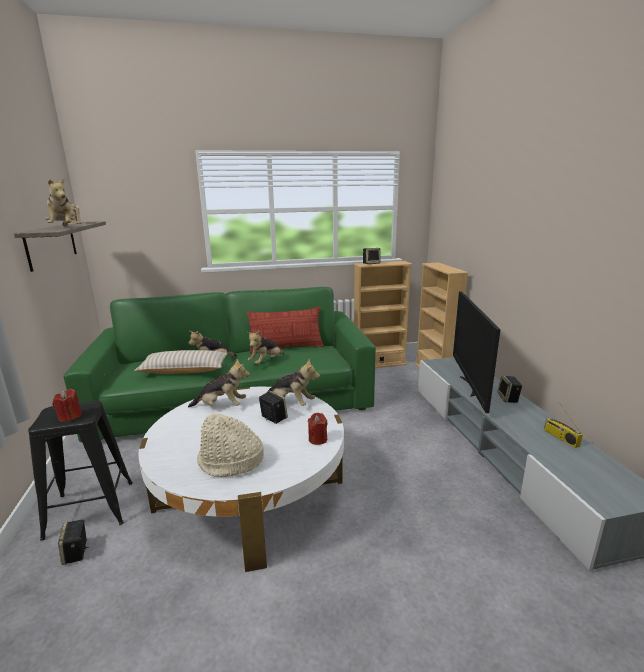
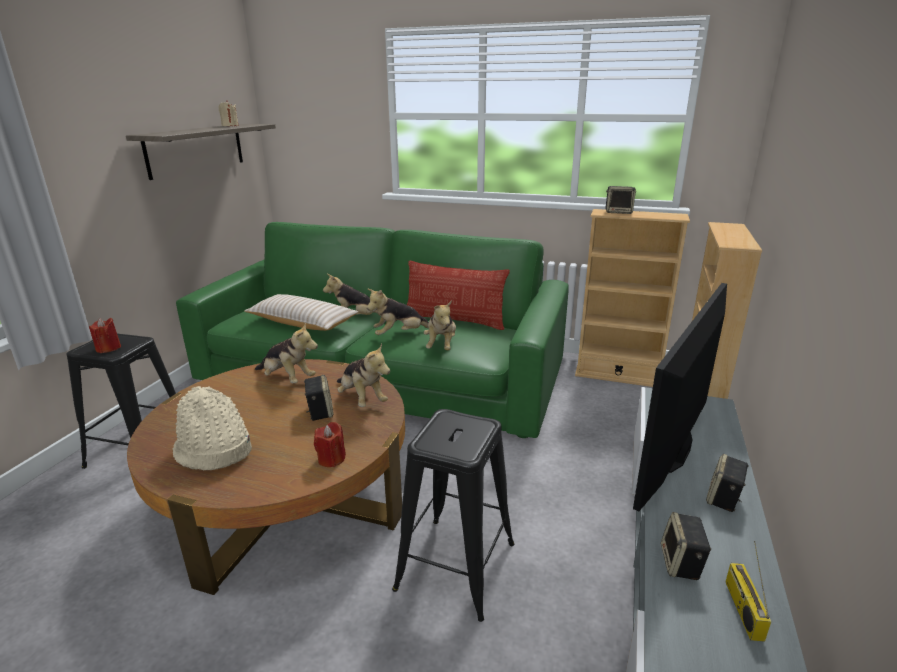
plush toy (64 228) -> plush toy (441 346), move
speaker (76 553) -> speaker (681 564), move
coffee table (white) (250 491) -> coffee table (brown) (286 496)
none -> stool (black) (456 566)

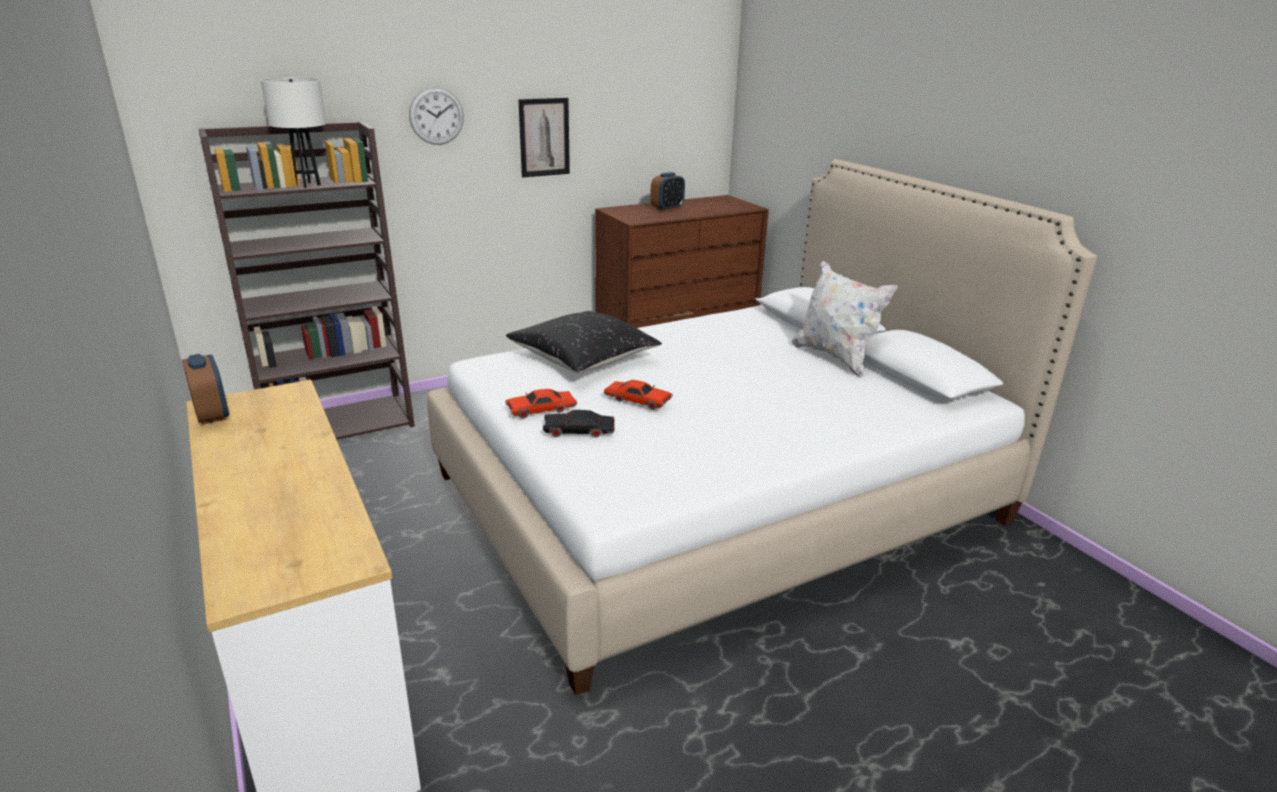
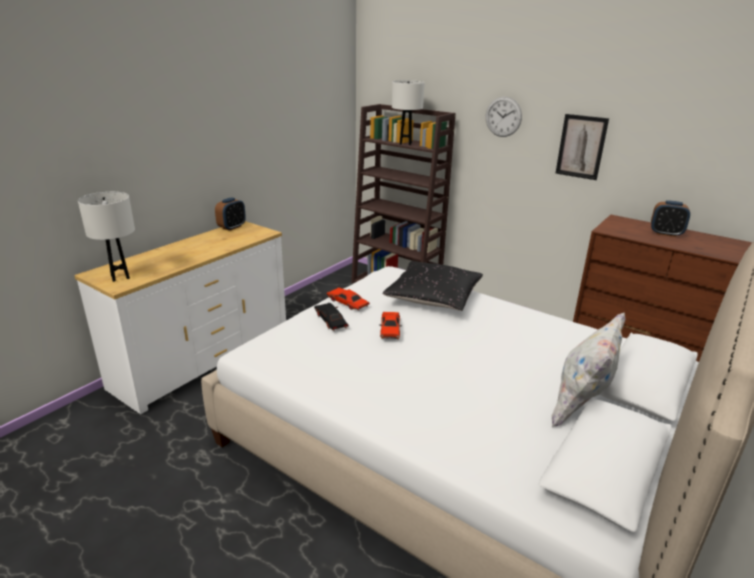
none -> table lamp (white) (120 277)

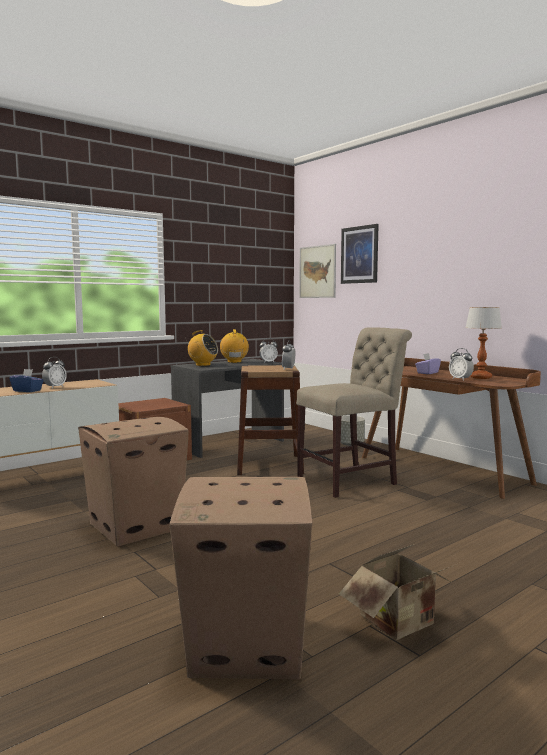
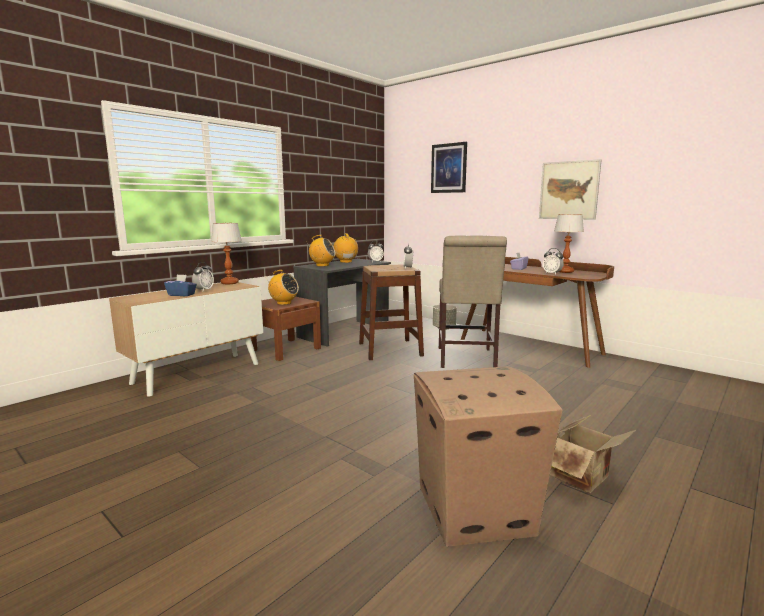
cardboard box (137 526) -> none
chair (beige) (351 480) -> chair (beige) (465 359), 135 degrees clockwise
picture (317 272) -> picture (568 190), move
none -> table lamp (229 283)
none -> radio (283 303)

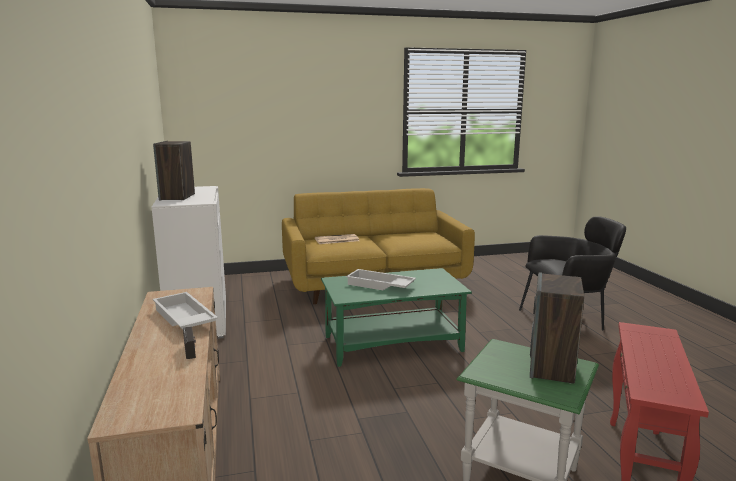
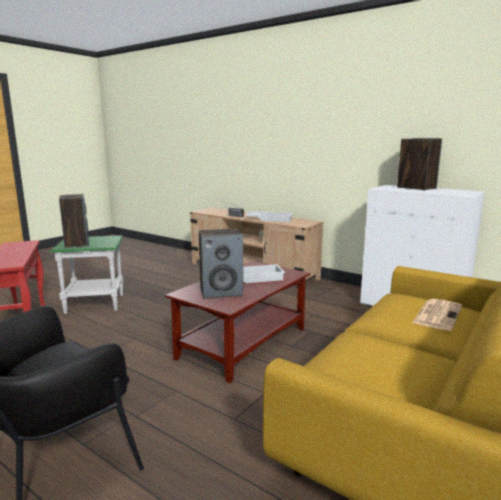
coffee table (green) (393 343) -> coffee table (brown) (243 344)
none -> speaker (221 292)

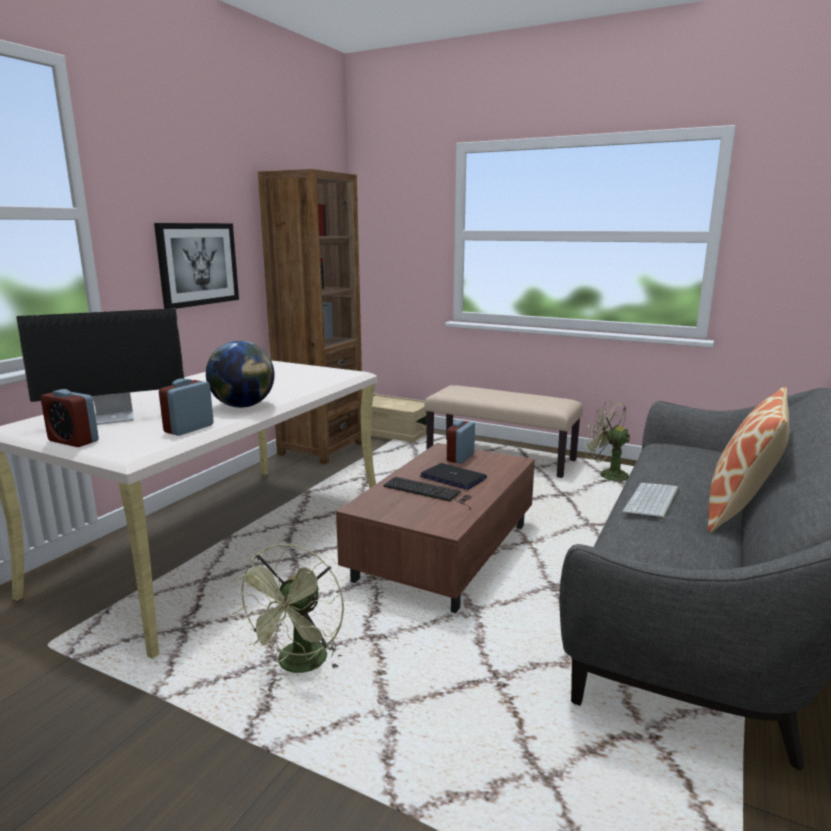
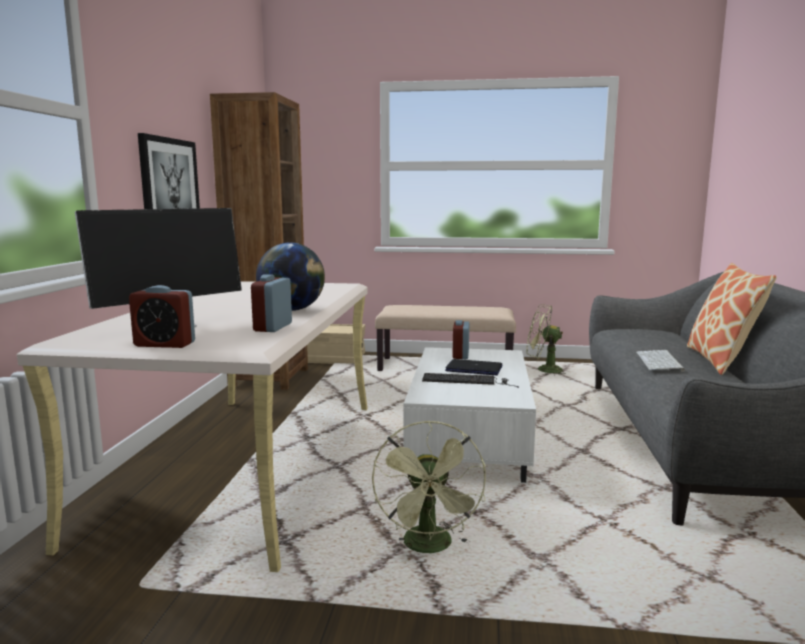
coffee table (brown) (443 553) -> coffee table (white) (469 442)

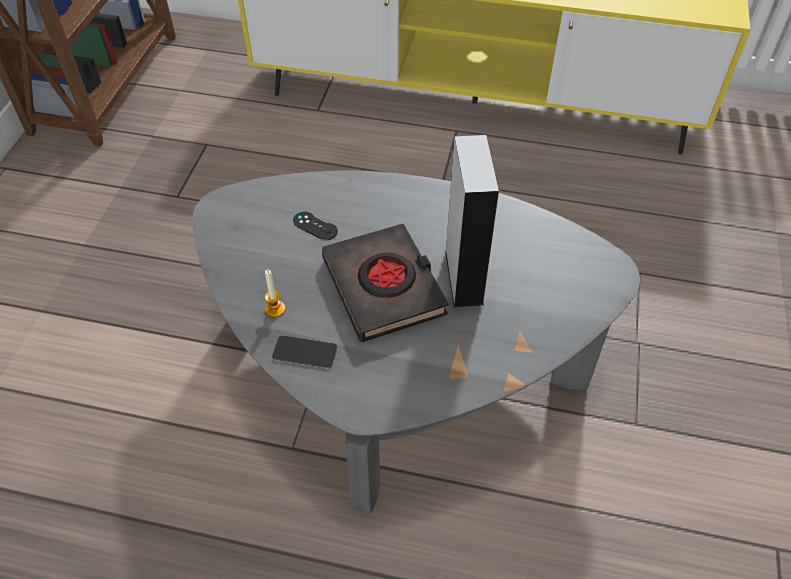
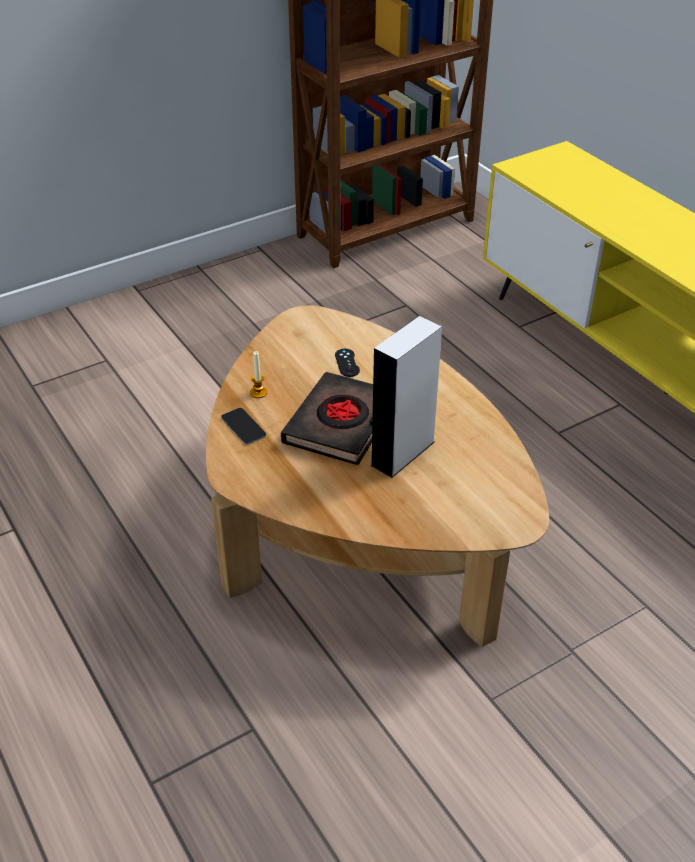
coffee table (grey) (398 366) -> coffee table (brown) (360 529)

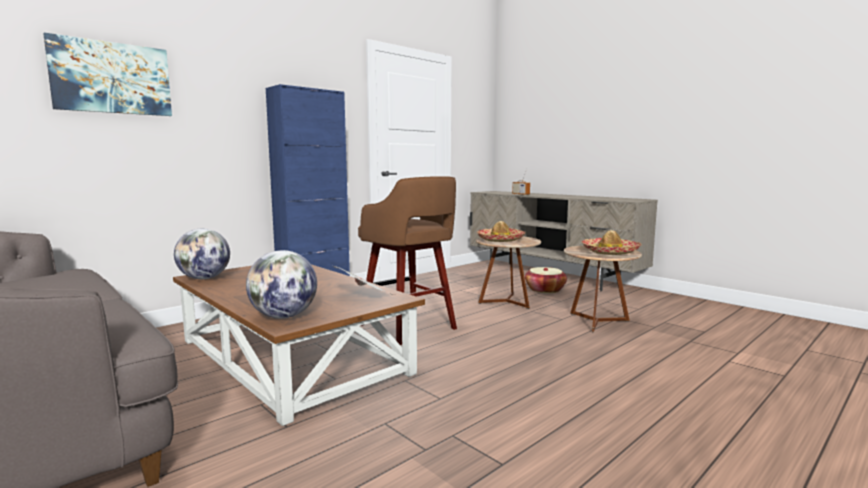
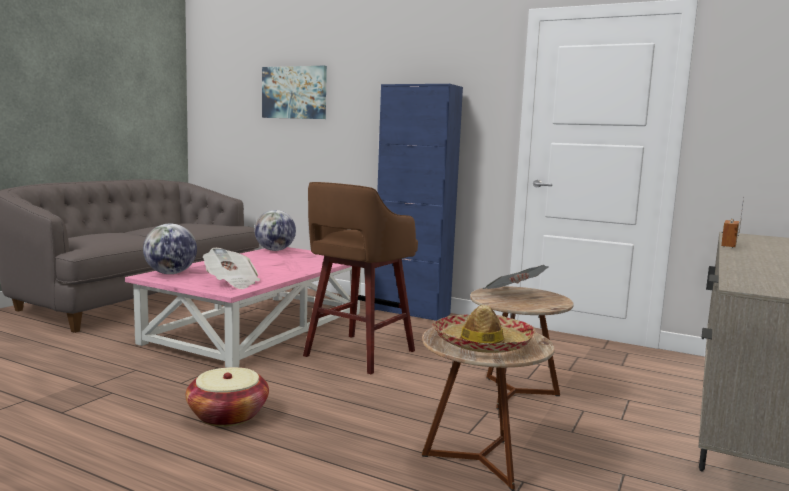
coffee table (brown) (289 356) -> coffee table (pink) (258 327)
hat (500 240) -> newspaper (513 294)
basket (545 290) -> basket (228 415), move

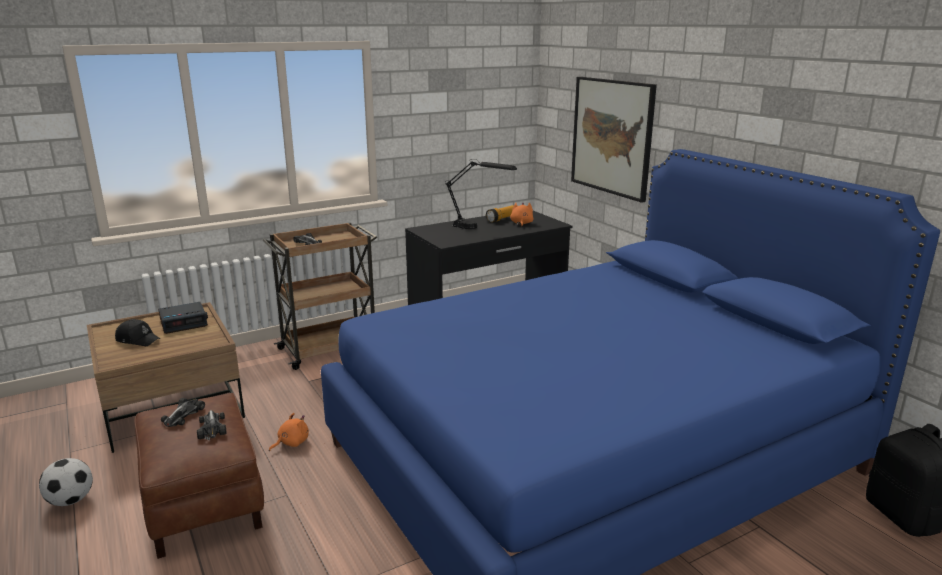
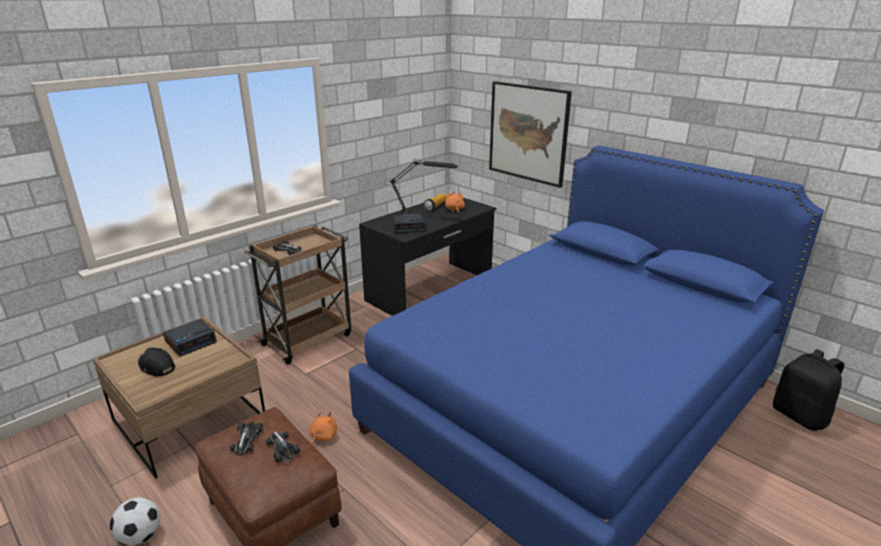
cap (black) (138 339) -> cap (black) (156 367), 150 degrees counterclockwise
none -> alarm clock (409 227)

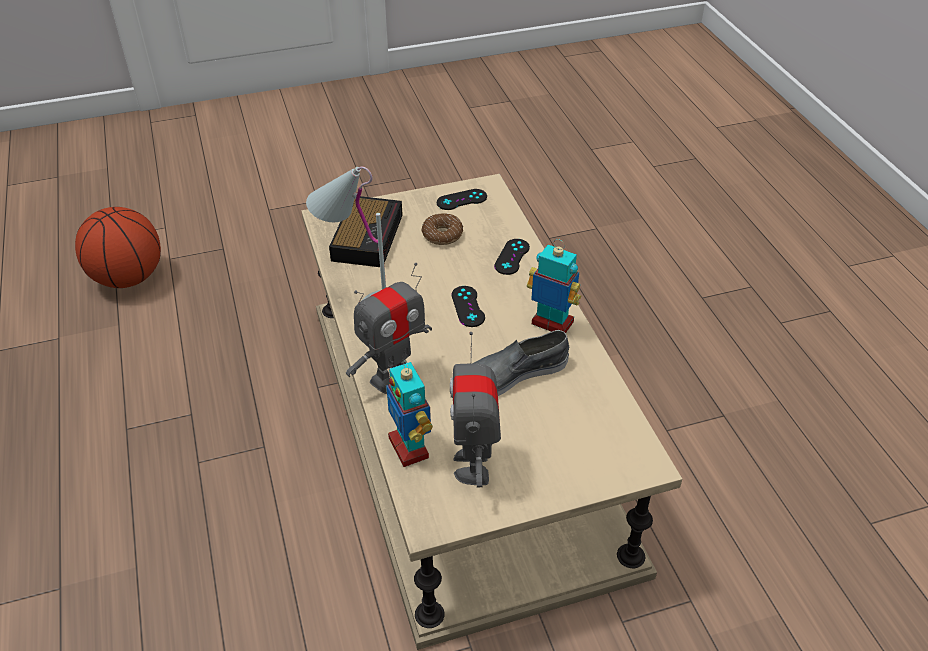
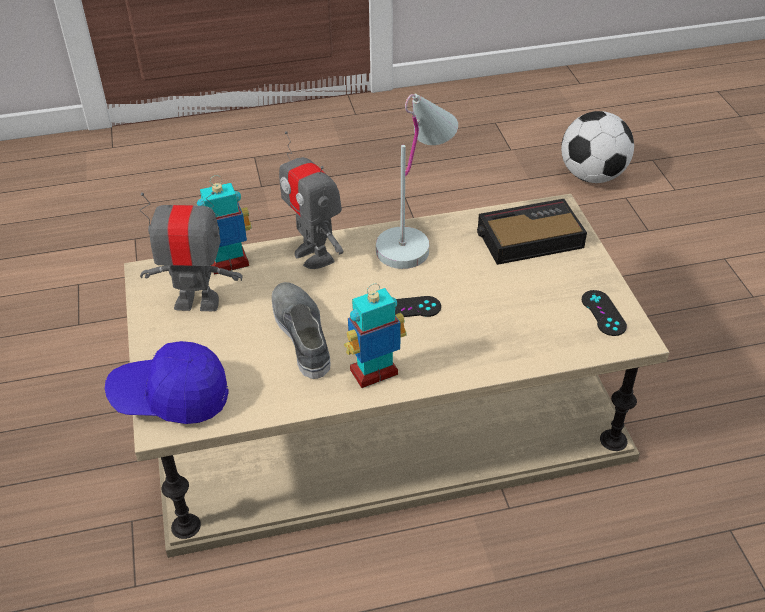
basketball (128 278) -> football (592 176)
alarm clock (368 236) -> alarm clock (528 239), 150 degrees clockwise
donut (442 234) -> none
game controller (black) (512 257) -> none
toy robot (552 324) -> toy robot (374 373), 150 degrees counterclockwise
none -> cap (blue) (171 397)

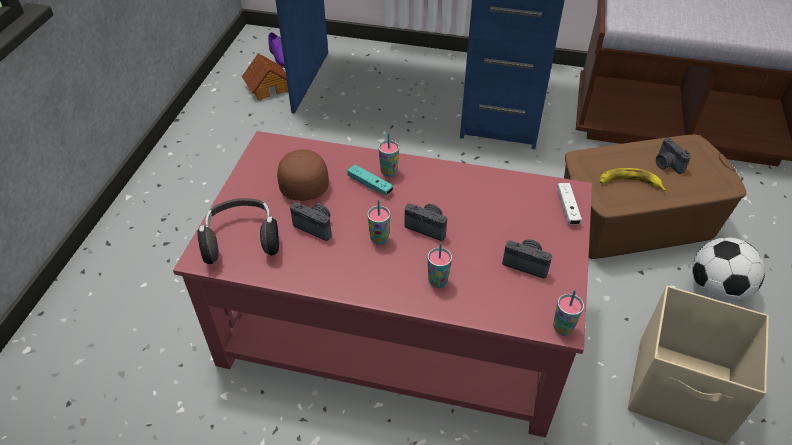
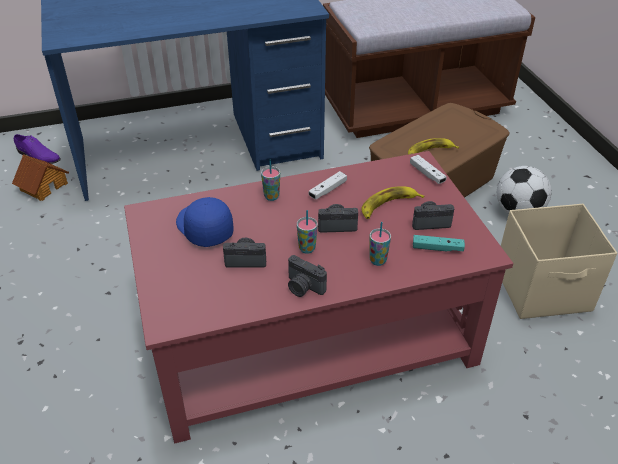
headphones (242 240) -> none
cap (brown) (303 180) -> cap (blue) (203 229)
game controller (turquoise) (370 185) -> game controller (turquoise) (437 248), move
cup (563 328) -> none
photo camera (667 164) -> photo camera (303 287), move
none -> game controller (white) (327 190)
none -> banana (388 206)

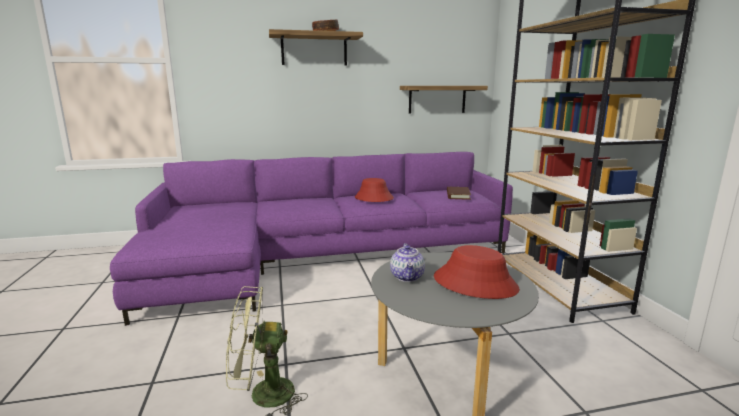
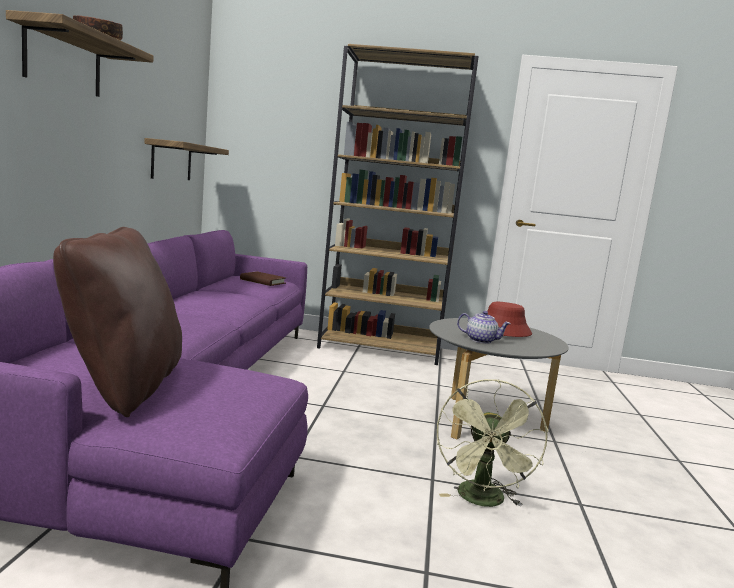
hat (red) (373 198) -> none
none -> pillow (brown) (125 387)

